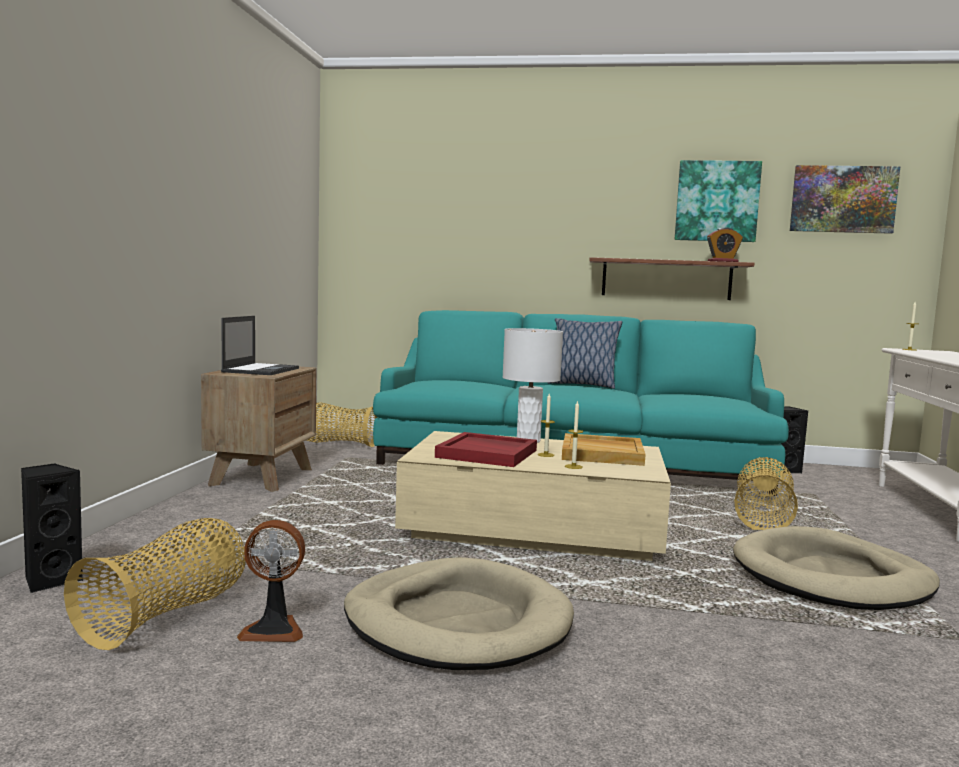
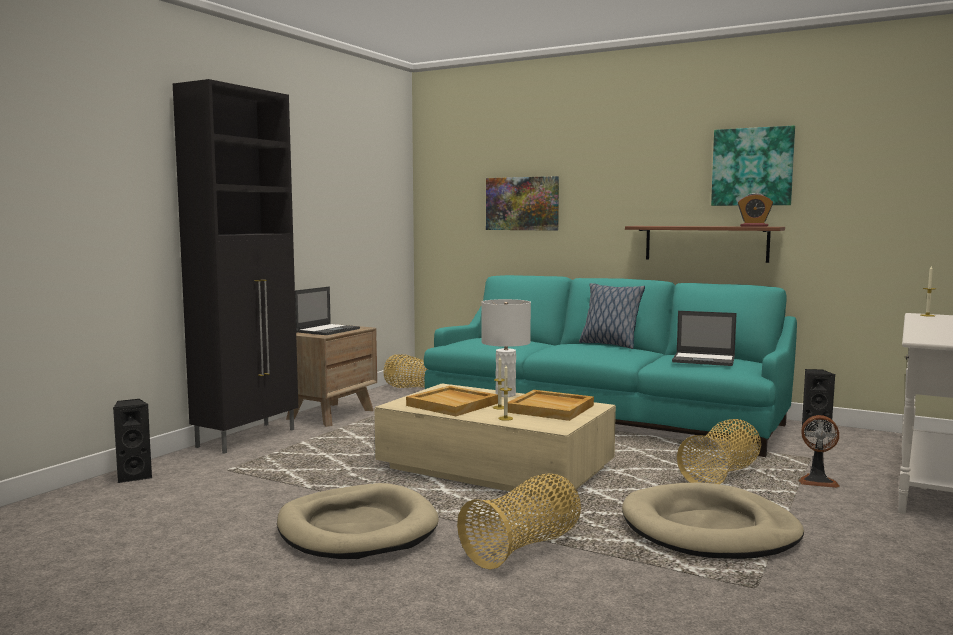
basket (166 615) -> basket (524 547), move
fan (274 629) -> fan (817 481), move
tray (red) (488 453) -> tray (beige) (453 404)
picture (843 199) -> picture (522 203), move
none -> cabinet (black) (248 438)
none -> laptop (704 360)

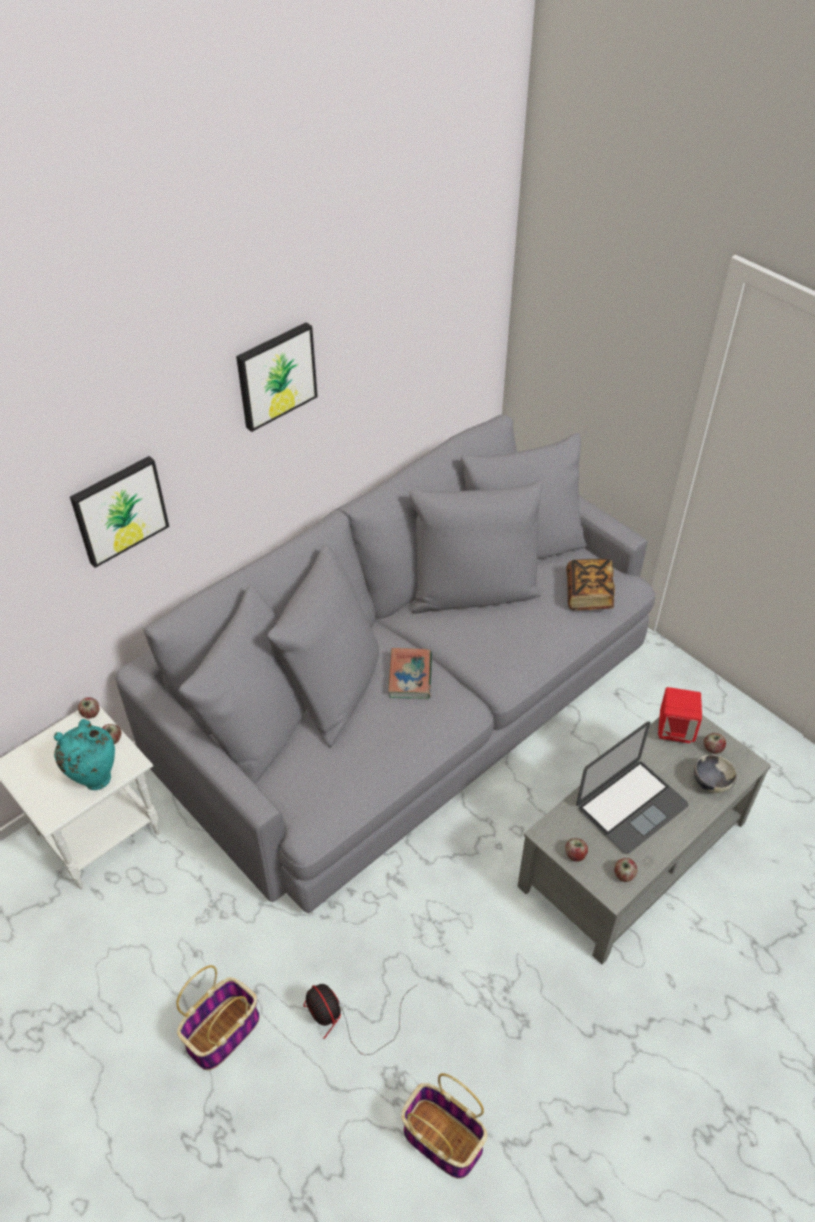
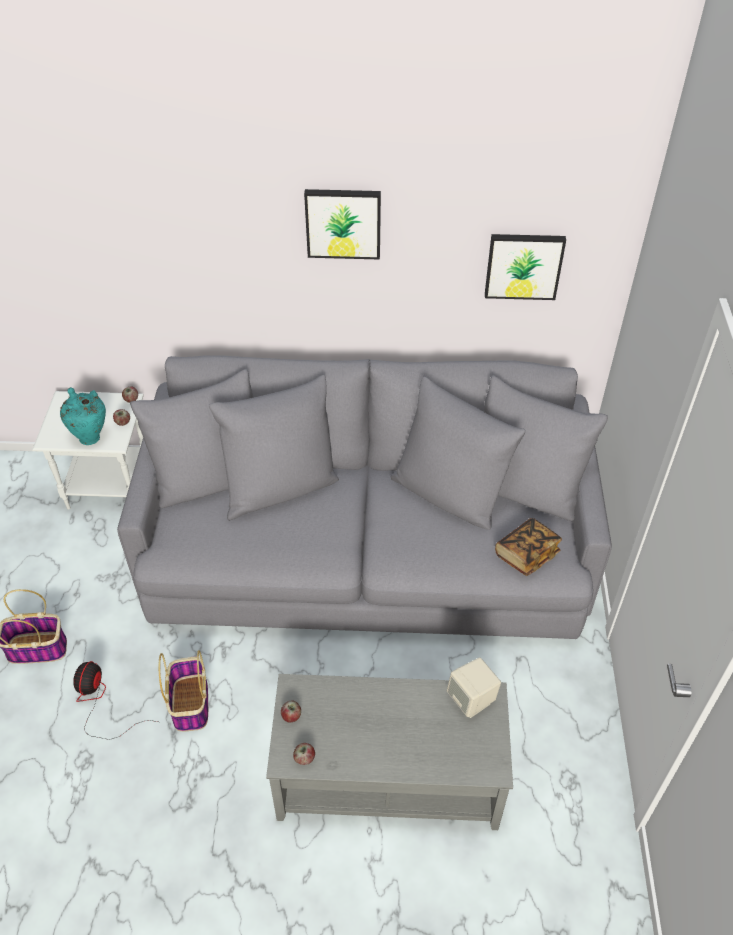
picture (119 510) -> picture (523 265), move
book (410 676) -> none
basket (441 1138) -> basket (190 702), move
laptop (631 806) -> none
speaker (red) (675 730) -> speaker (beige) (471 699)
bowl (710 783) -> none
apple (712 748) -> none

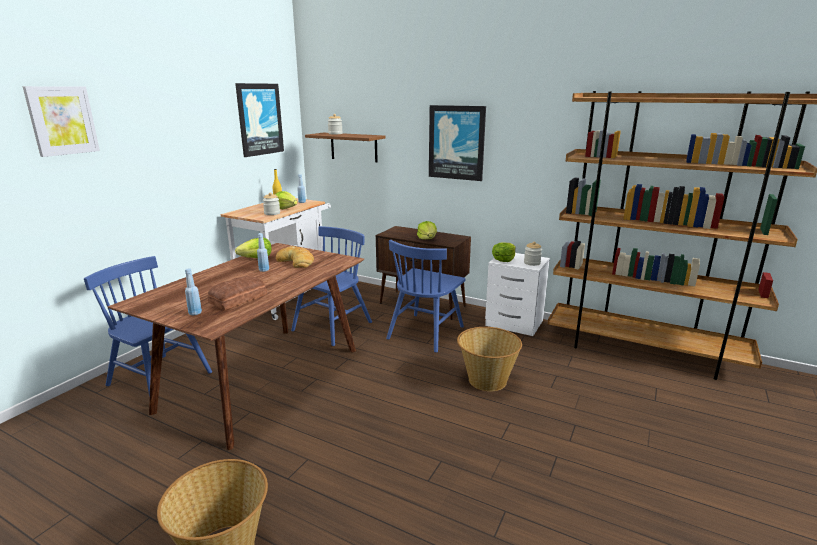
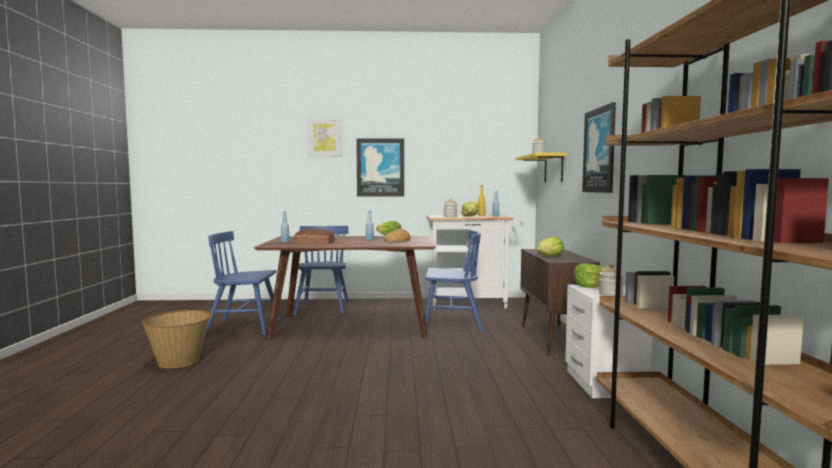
picture (259 119) -> picture (380 167), move
shelf (brown) (353 147) -> shelf (yellow) (553 168)
chair (blue) (425 332) -> chair (blue) (244 327), move
basket (486 380) -> none

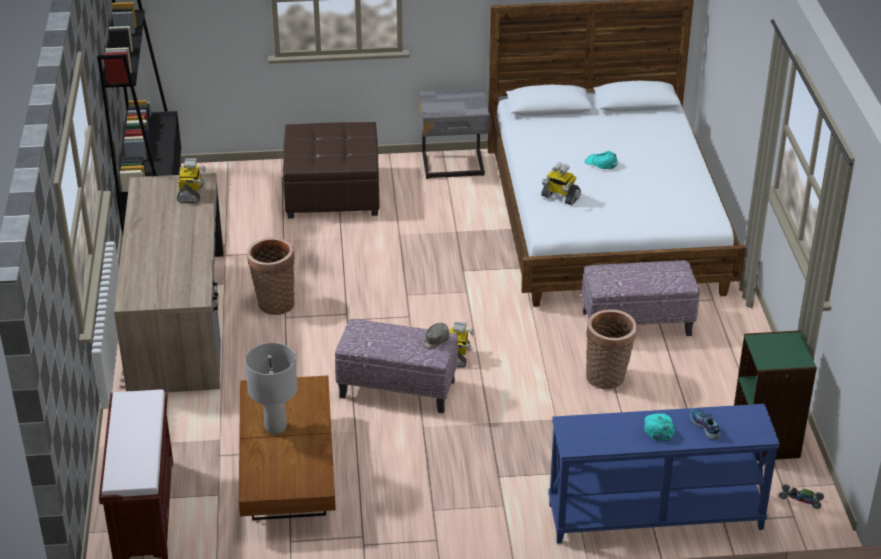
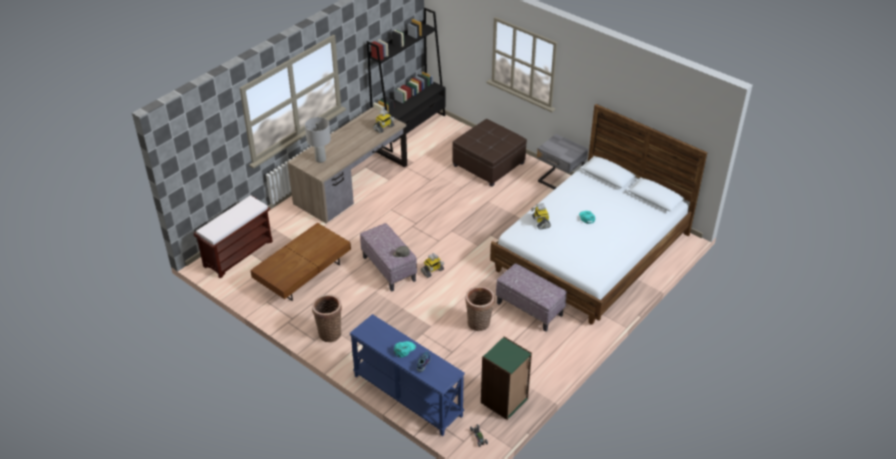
table lamp (grey) (275 427) -> table lamp (grey) (320 159), move
basket (274 303) -> basket (329 332), move

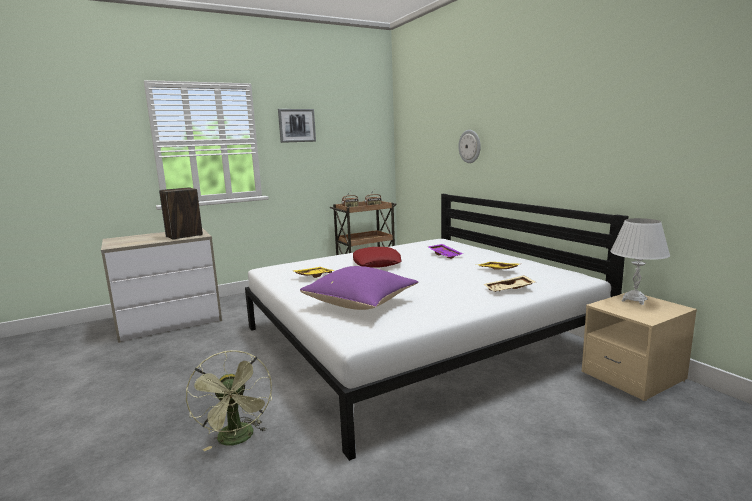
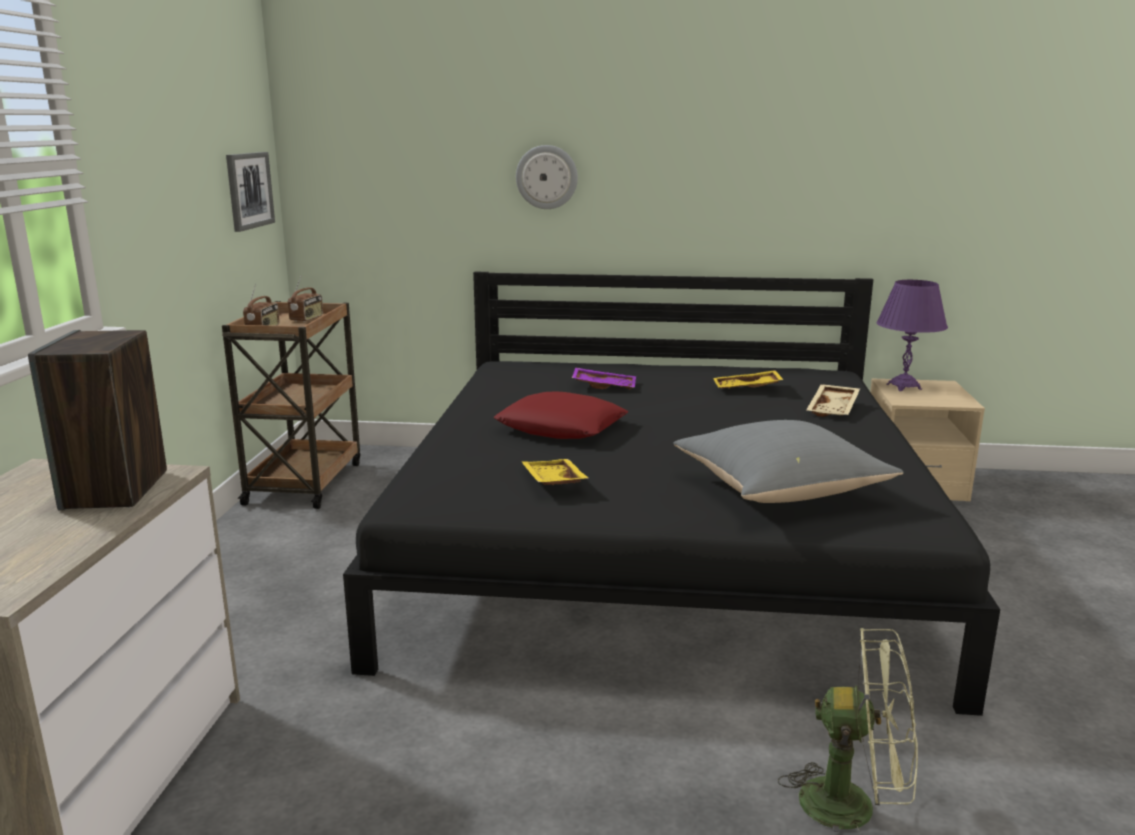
bed (white) (415 339) -> bed (black) (661 545)
picture (297 125) -> picture (249 190), move
pillow (purple) (361 304) -> pillow (grey) (780 490)
table lamp (white) (634 300) -> table lamp (purple) (904 387)

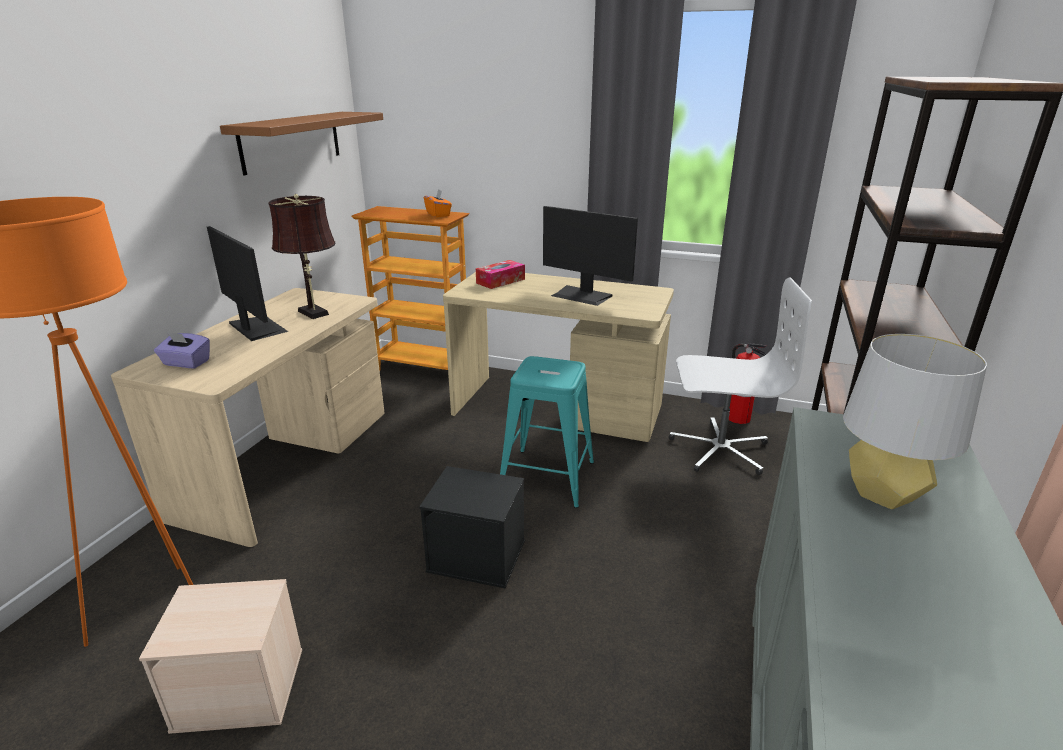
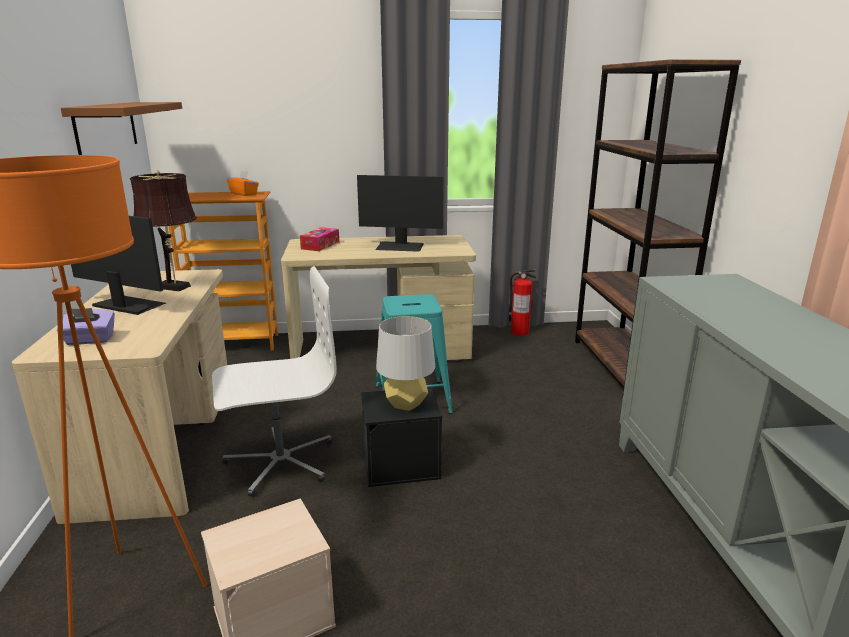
office chair (white) (719 449) -> office chair (white) (280 461), move
table lamp (grey) (883 494) -> table lamp (grey) (406 404), move

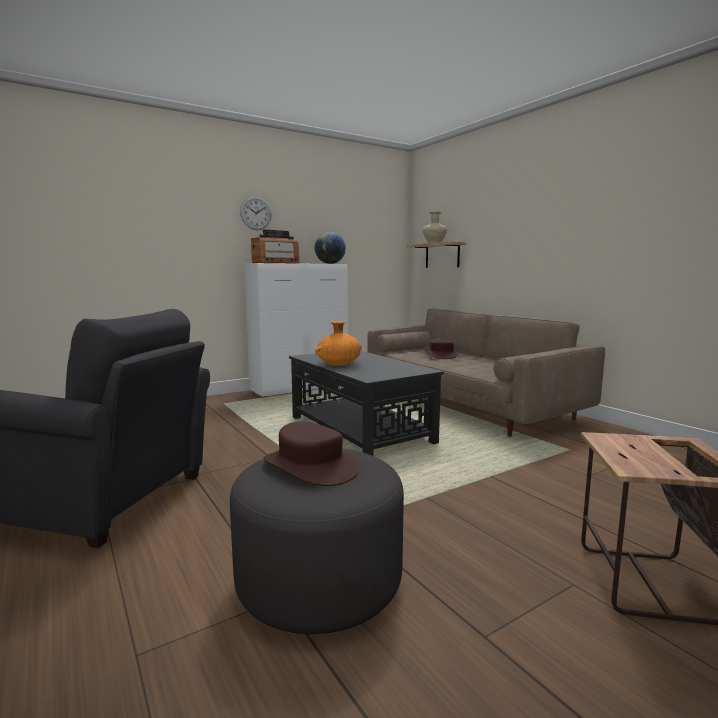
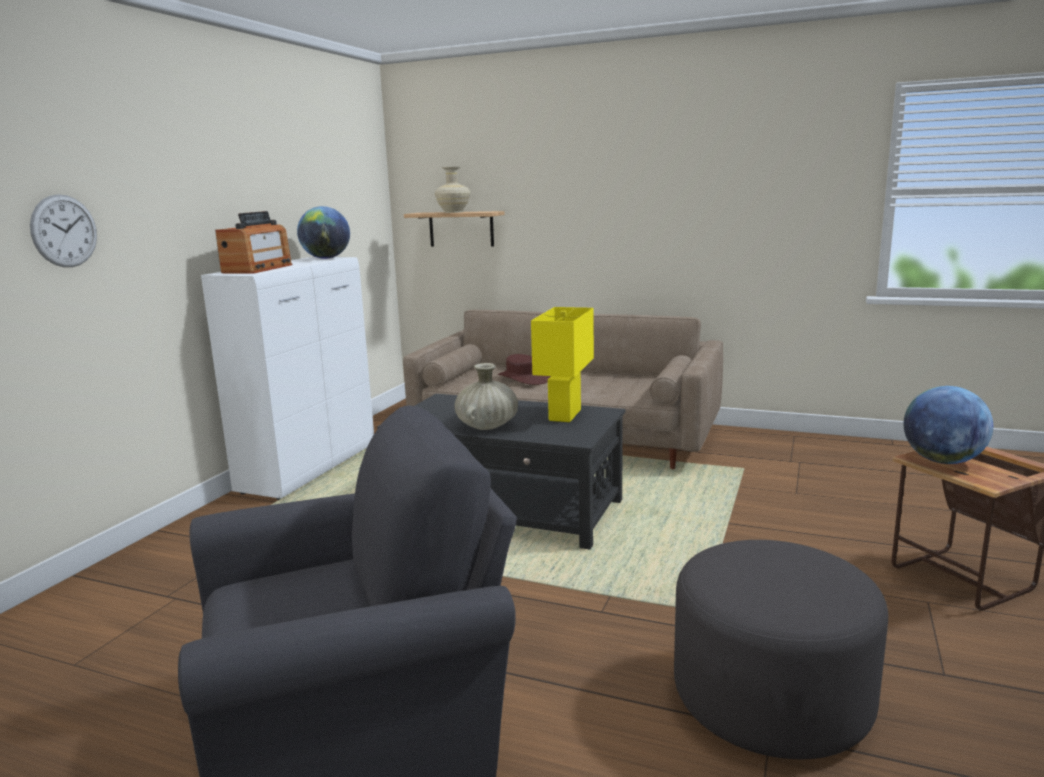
wall clock (256 213) -> wall clock (64 231), move
hat (brown) (310 466) -> none
vase (orange) (339 364) -> vase (beige) (487 426)
none -> table lamp (yellow) (565 415)
none -> globe (942 461)

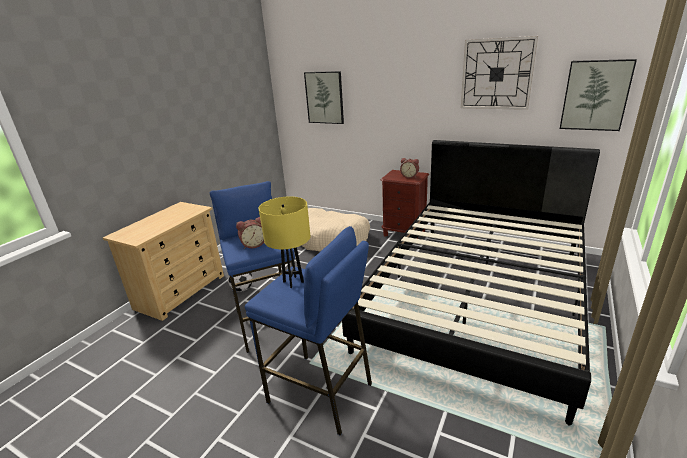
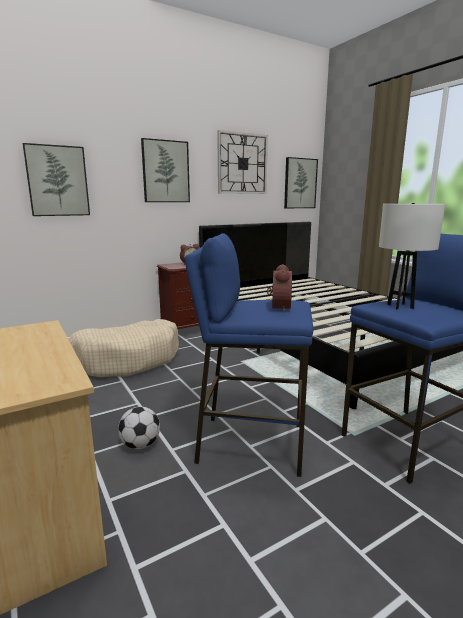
table lamp (yellow) (293 282) -> table lamp (white) (400 306)
none -> picture (165 172)

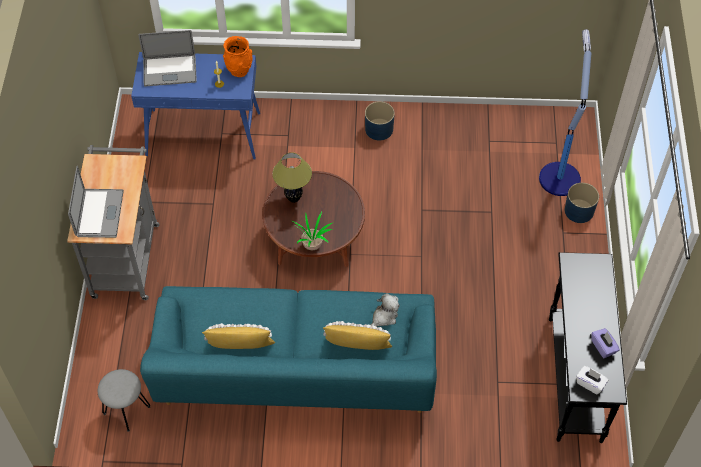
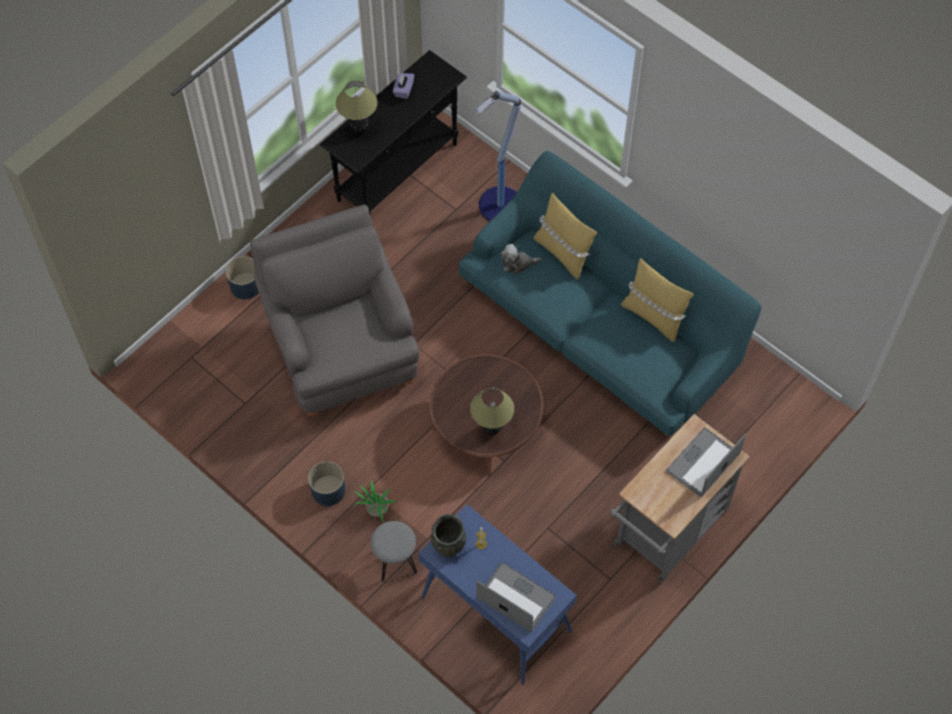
stool (grey) (127 409) -> stool (grey) (394 561), move
vase (orange) (239 70) -> vase (grey) (448 545)
potted plant (313 244) -> potted plant (376 511), move
floor lamp (559 177) -> floor lamp (500 206), move
tissue box (white) (590 383) -> none
none -> armchair (grey) (341 349)
none -> table lamp (359 131)

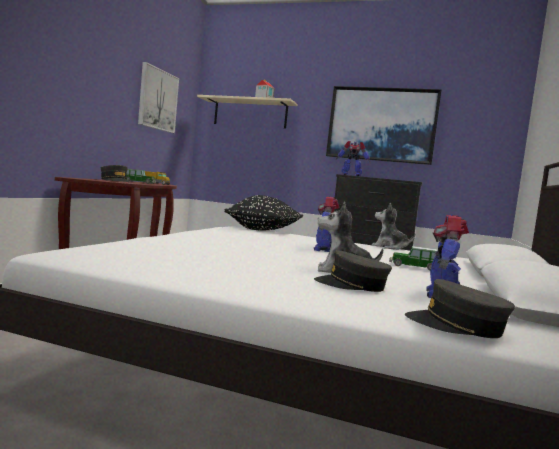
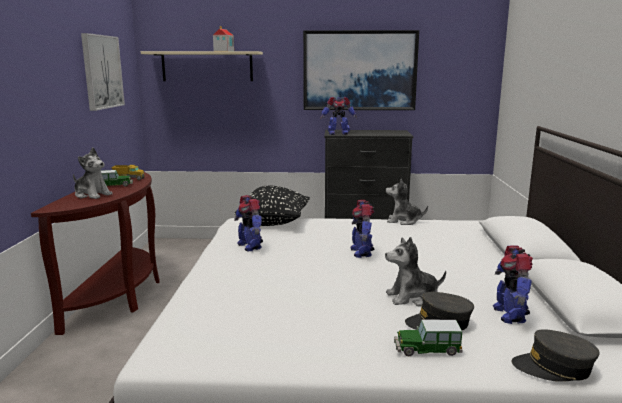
cap (grey) (115 181) -> plush toy (92 195)
toy car (413 267) -> toy car (427 349), move
none -> toy robot (250 246)

